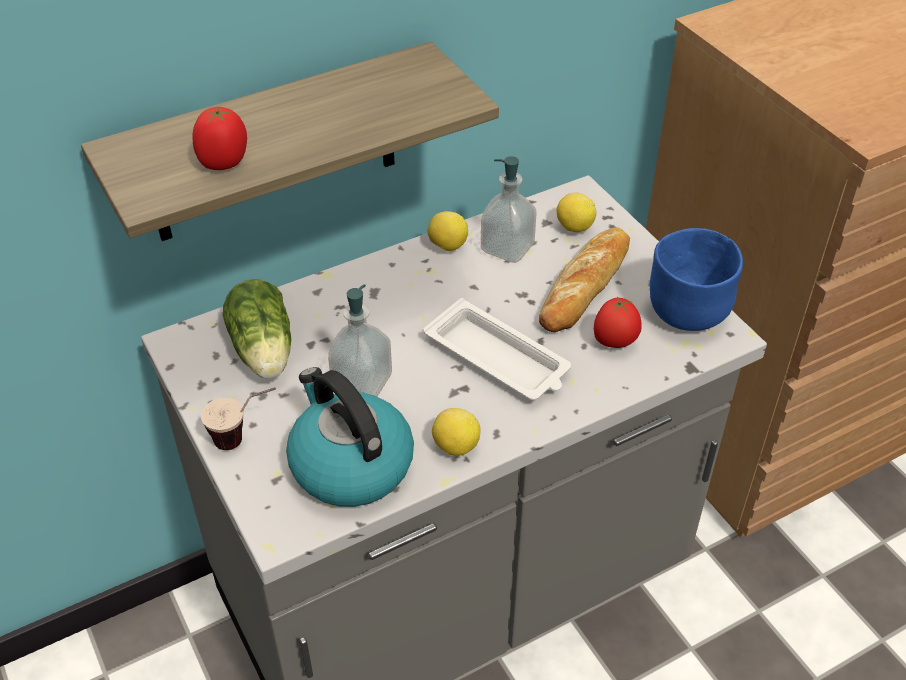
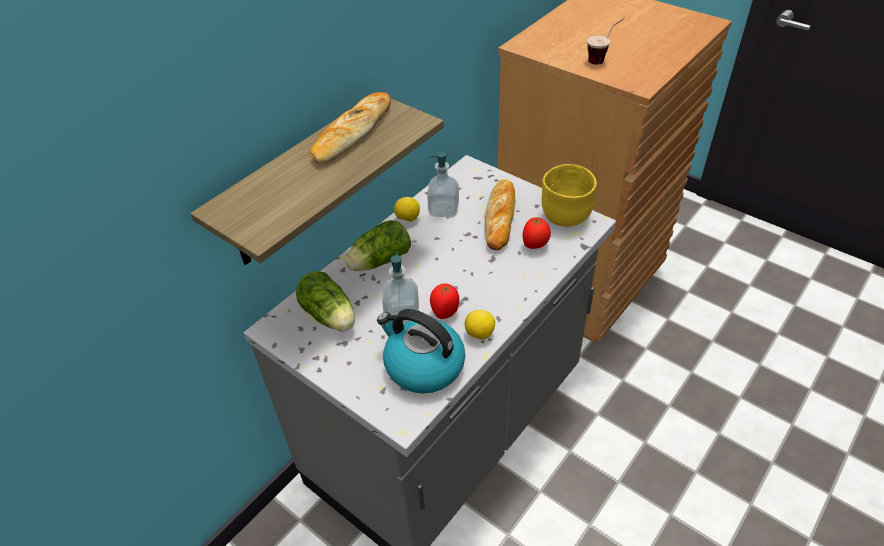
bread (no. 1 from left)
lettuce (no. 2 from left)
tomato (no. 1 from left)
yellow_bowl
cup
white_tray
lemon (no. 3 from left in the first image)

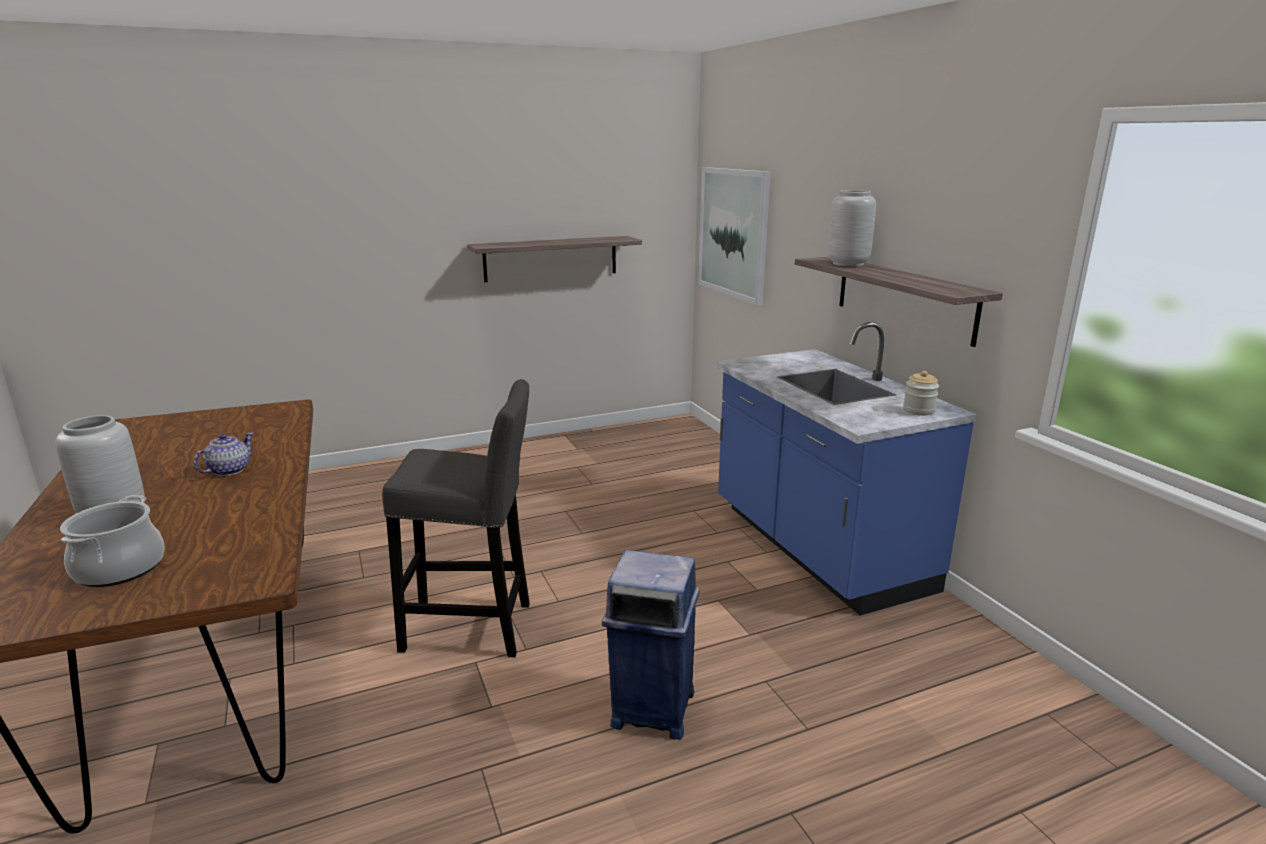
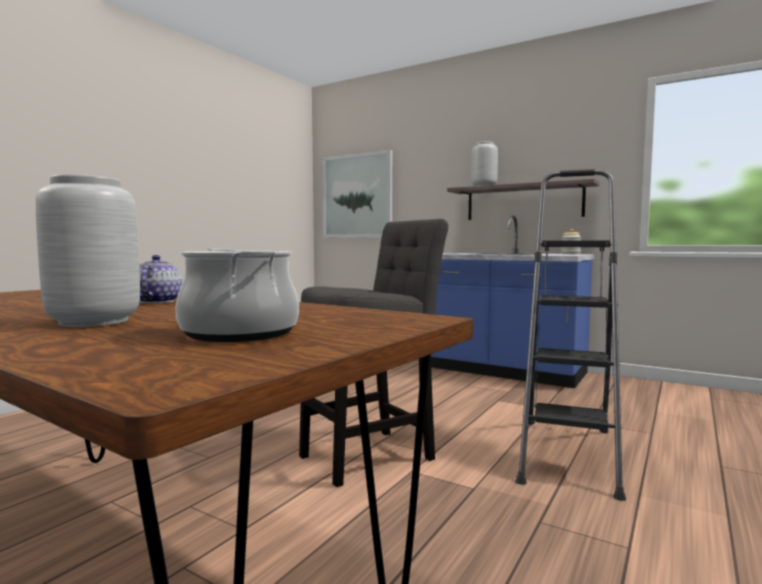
step_ladder
shelf (no. 1 from left in the first image)

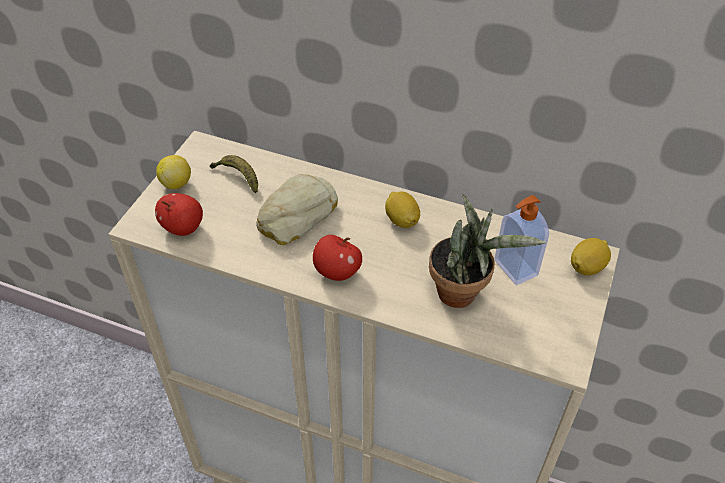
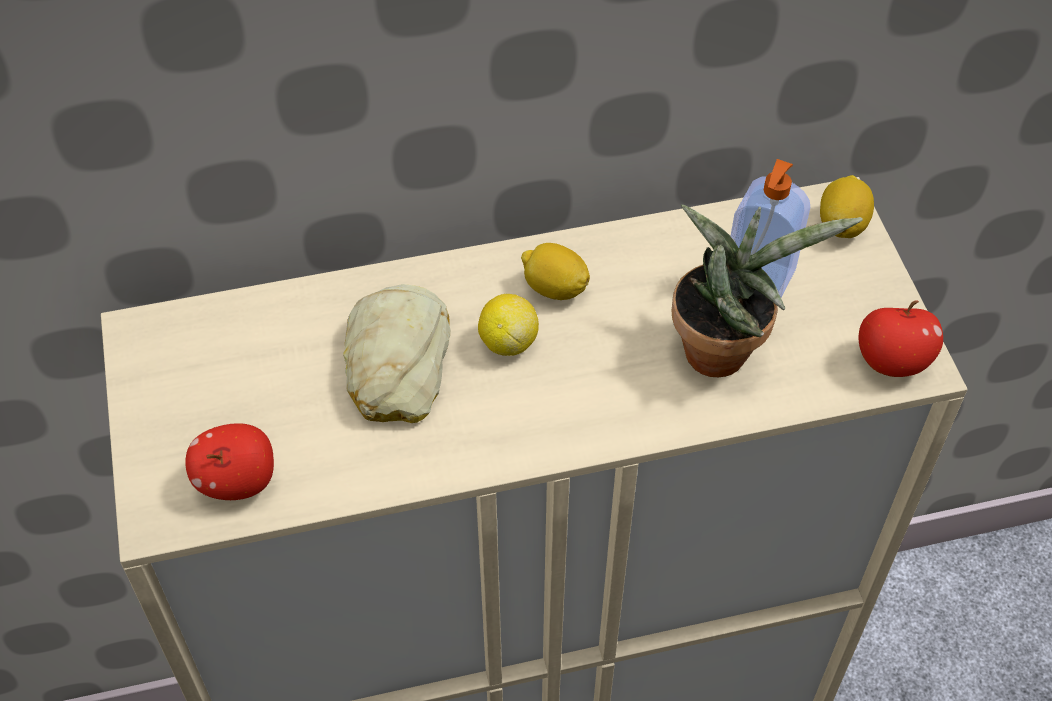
lemon (no. 1 from left)
apple (no. 2 from left)
banana

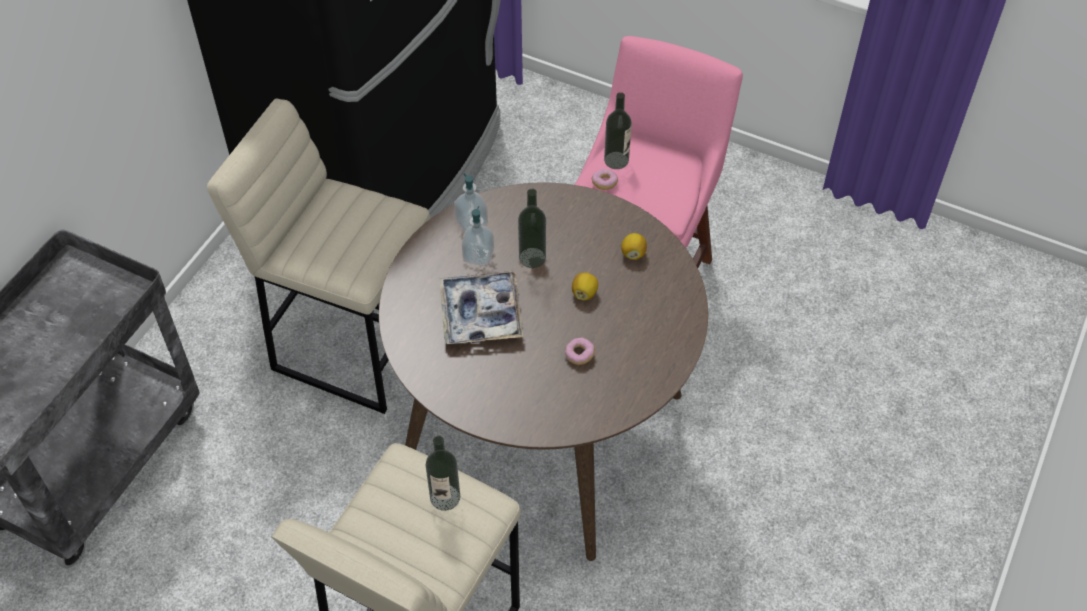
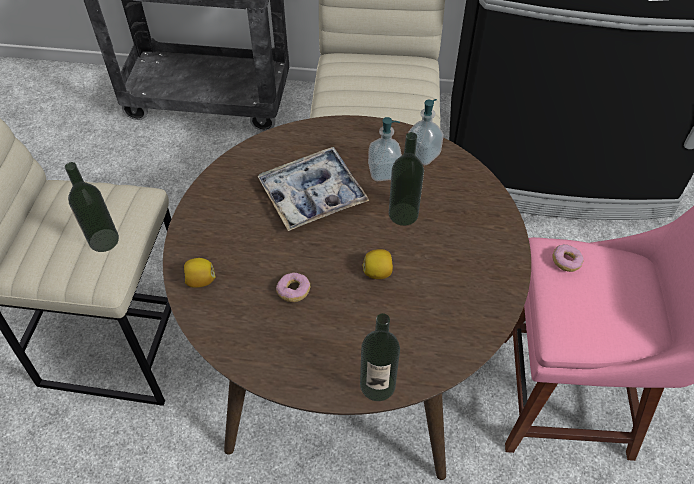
lemon (no. 1 from left)
bottle (no. 2 from left)

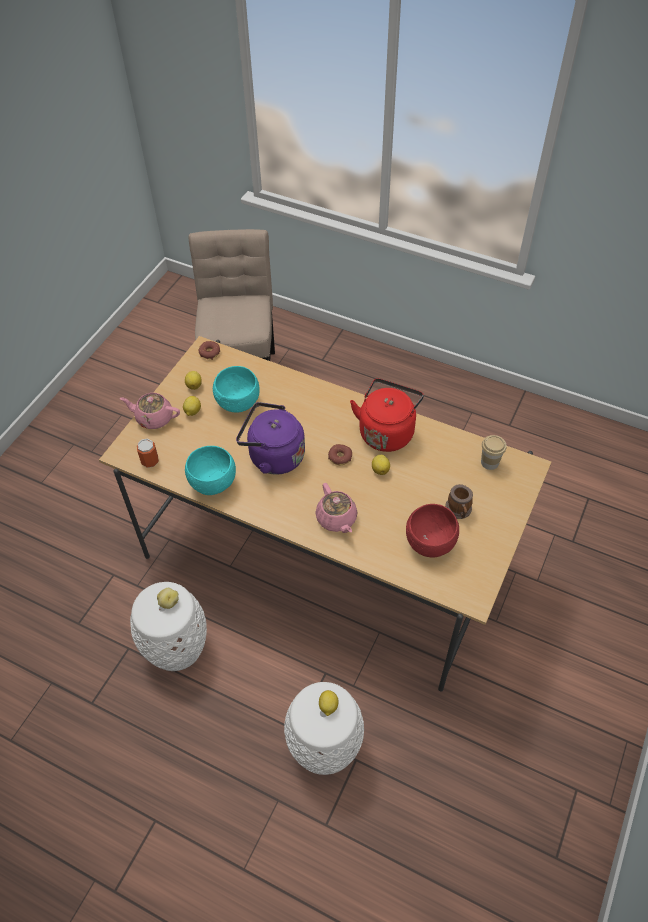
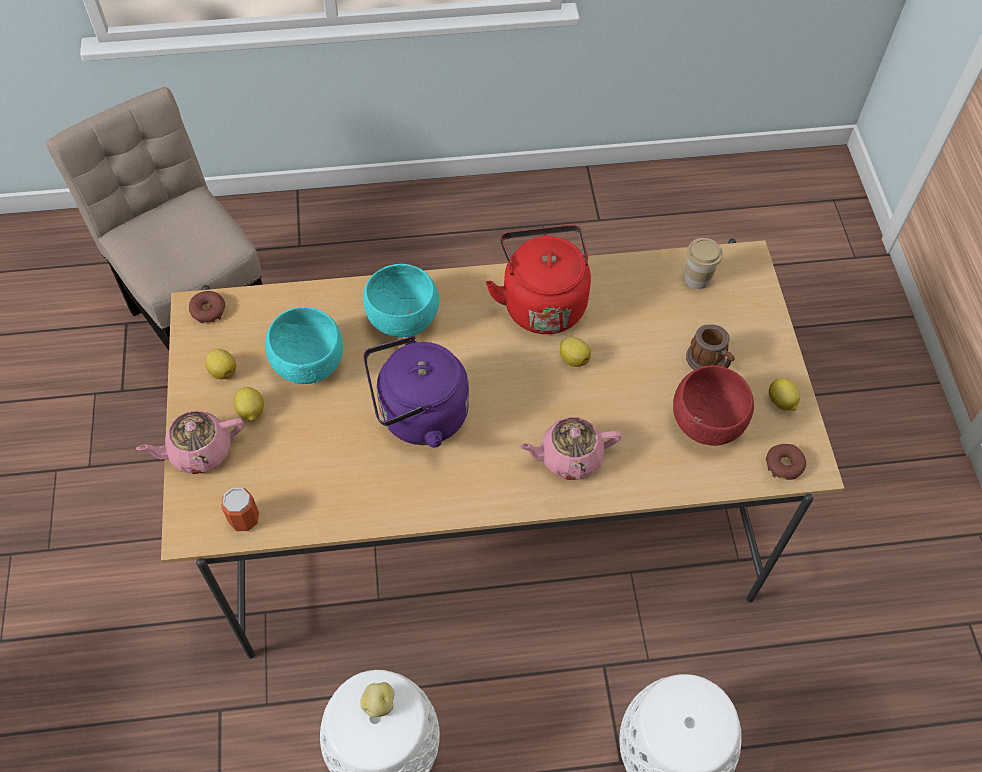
turquoise_bowl (no. 2 from left)
pink_teapot (no. 2 from left)
donut (no. 2 from left)
lemon (no. 4 from left)

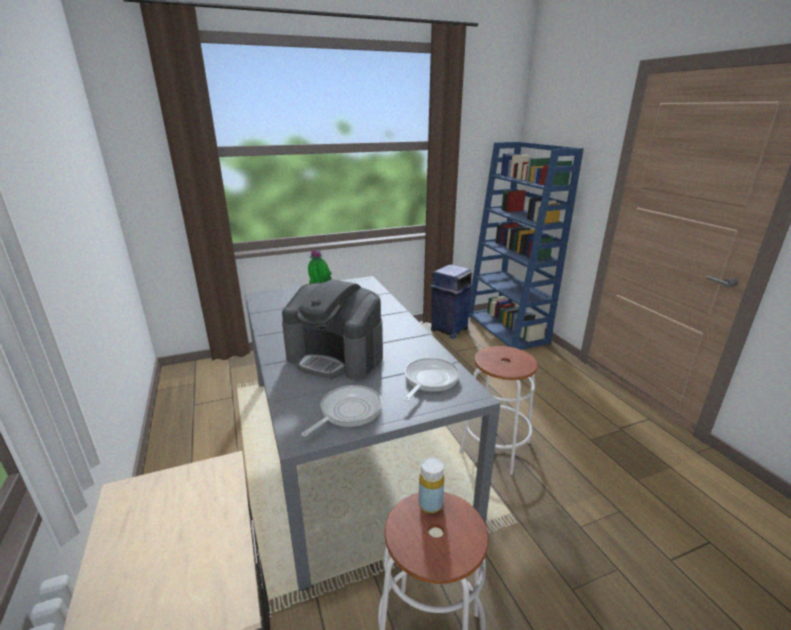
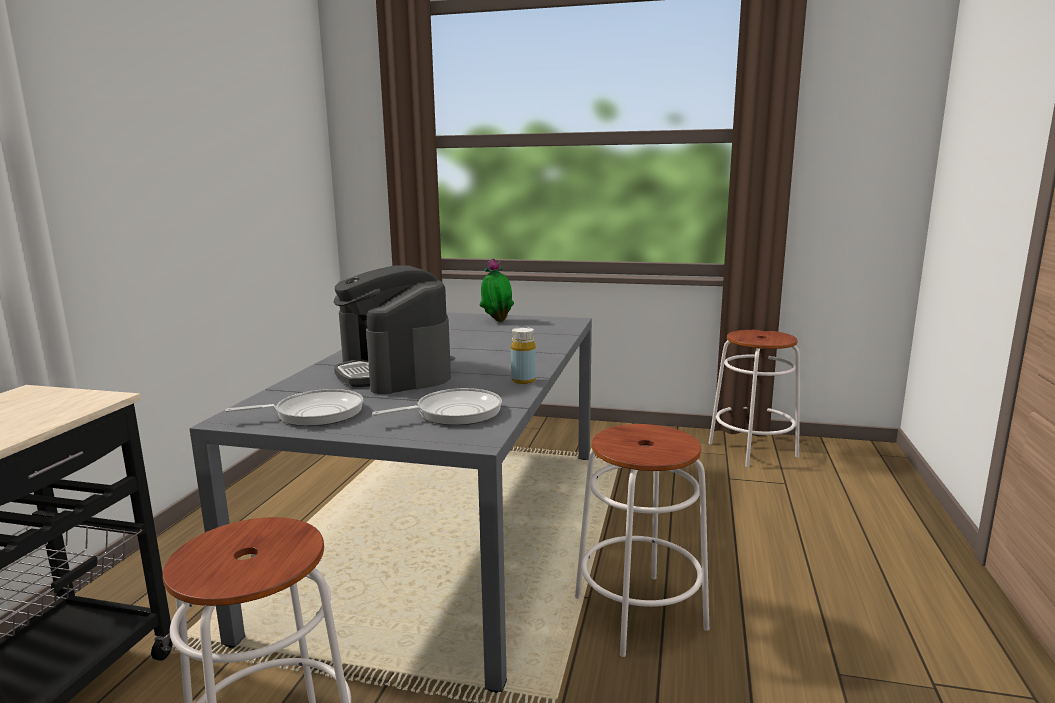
yellow_bottle
white_stool (no. 3 from left)
blue_bookcase

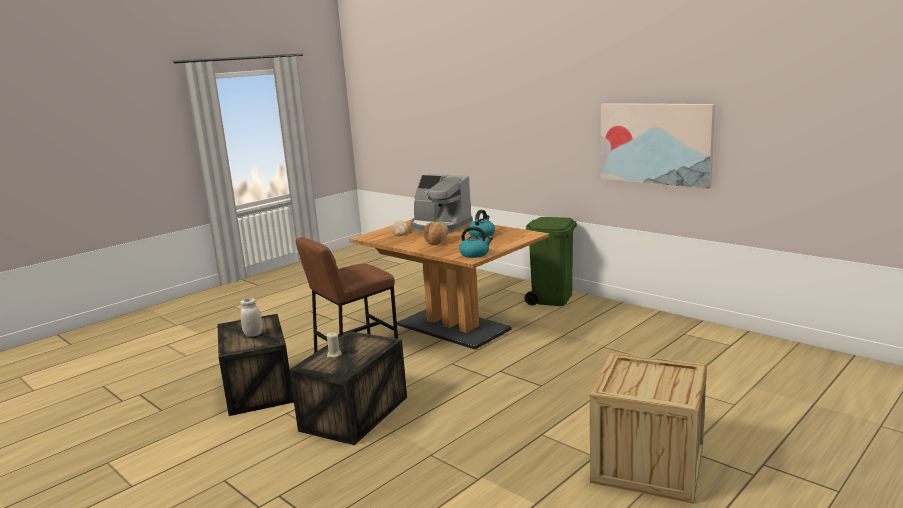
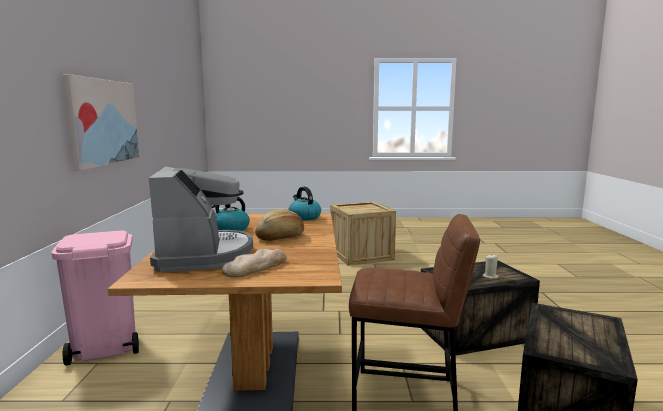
pink_trash_can
white_jar

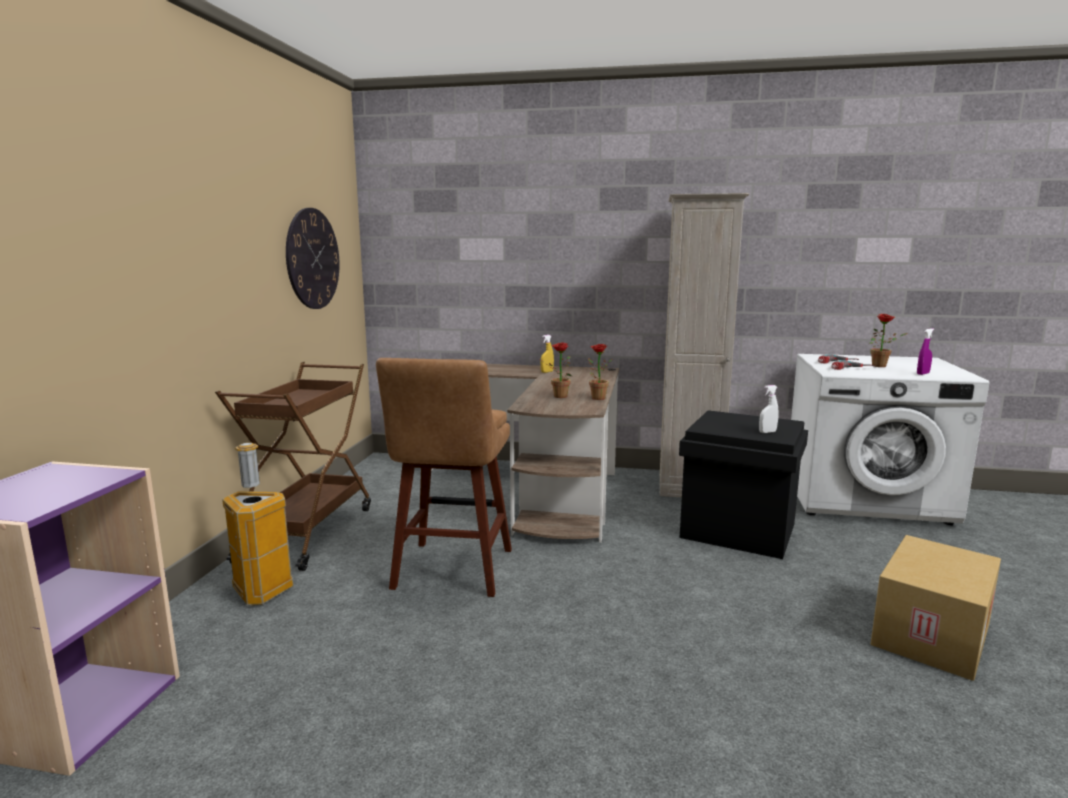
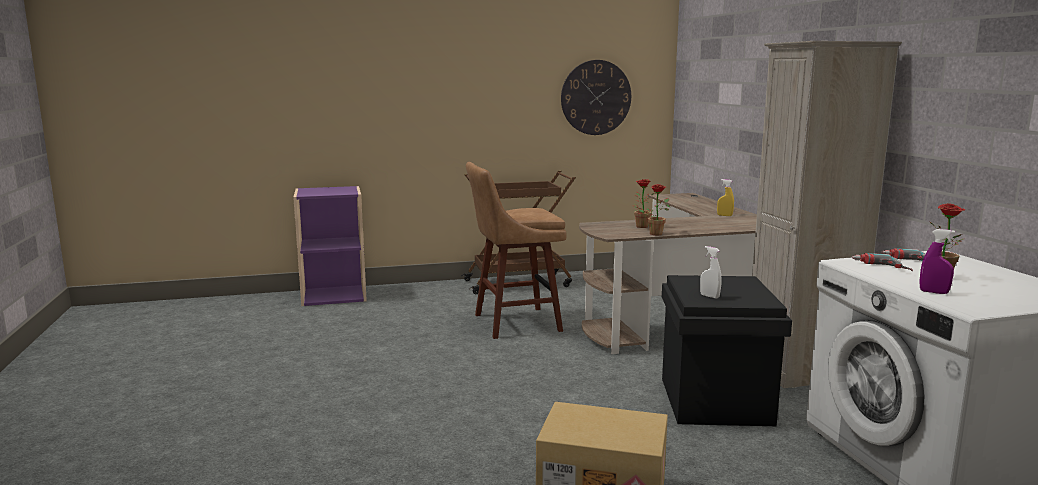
trash_can

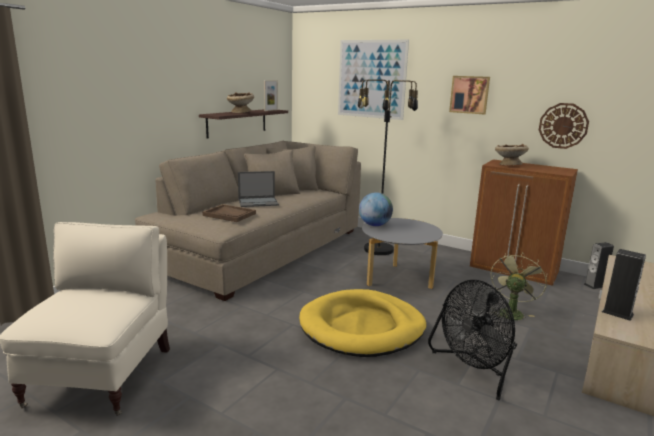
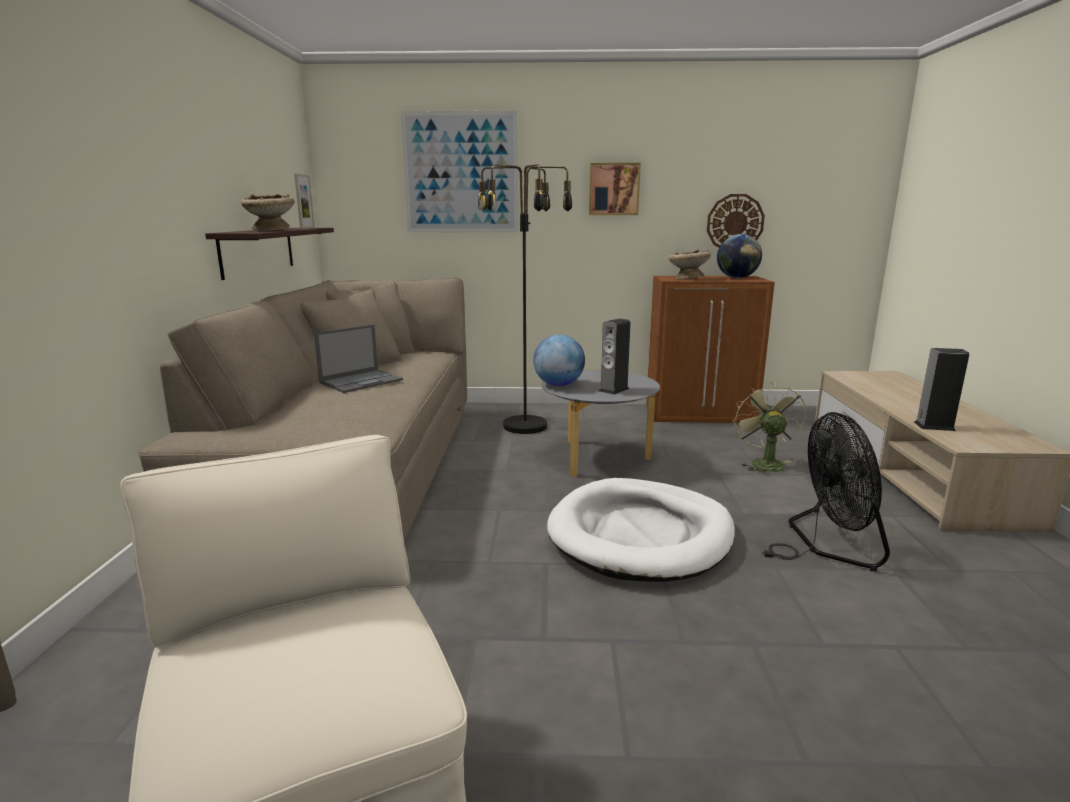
white_dog_bed
speaker (no. 1 from left)
globe (no. 2 from left)
black_fan
brown_tray

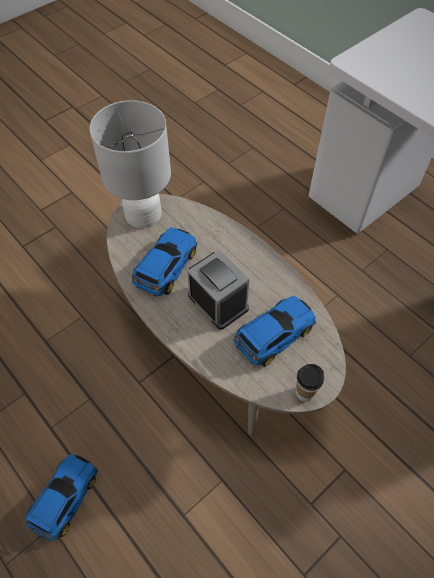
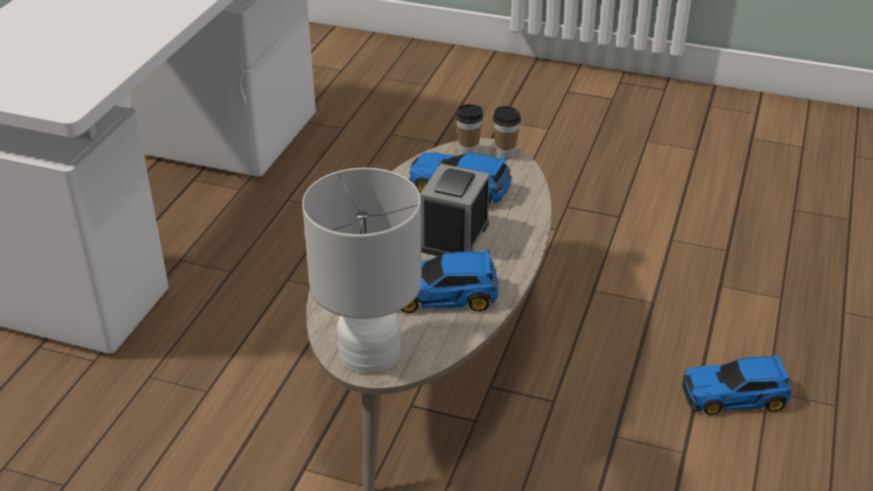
cup (no. 1 from left)

